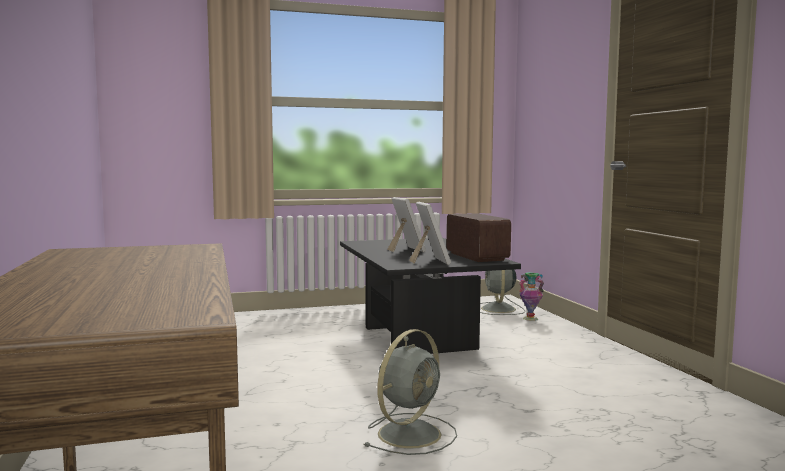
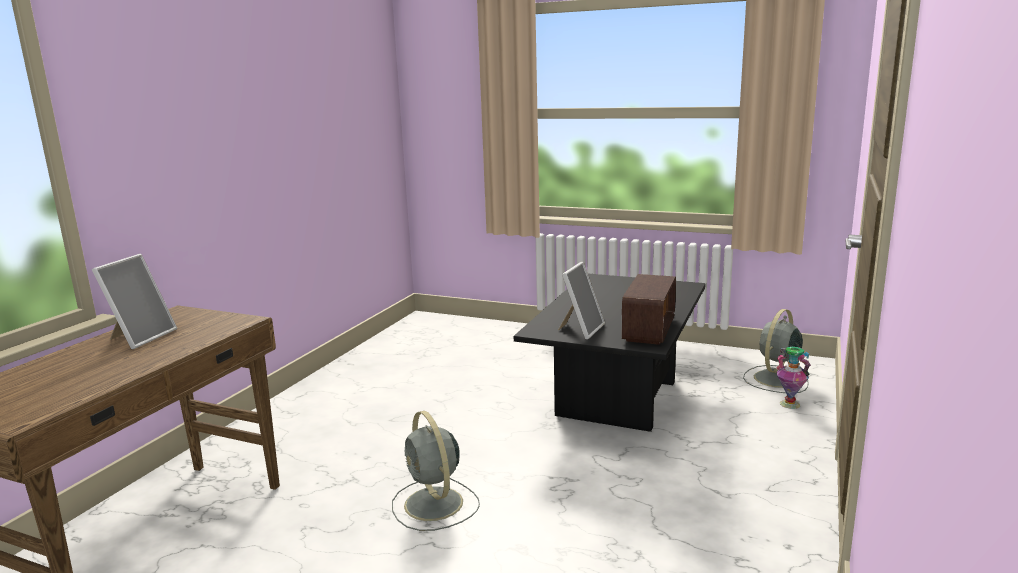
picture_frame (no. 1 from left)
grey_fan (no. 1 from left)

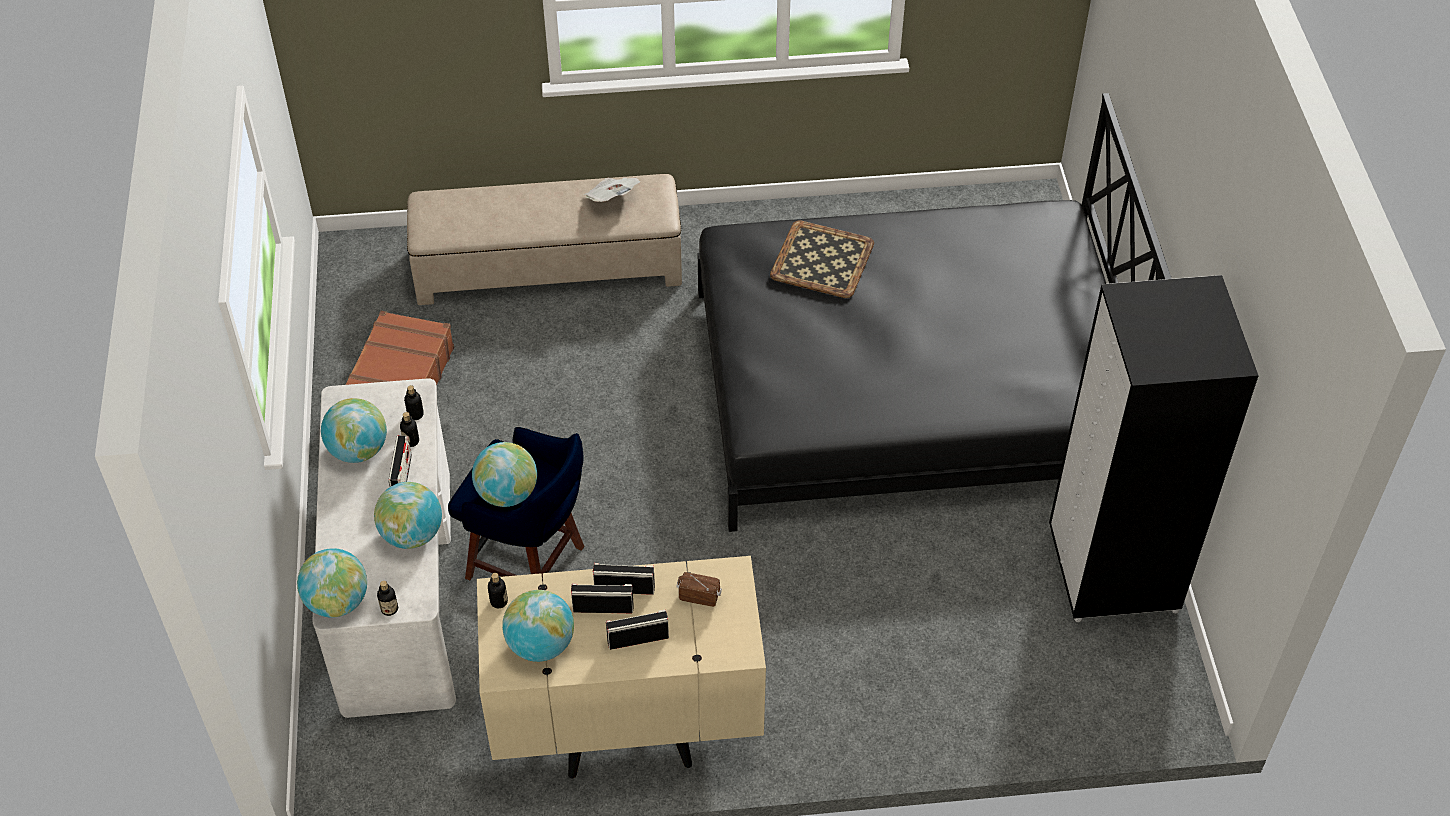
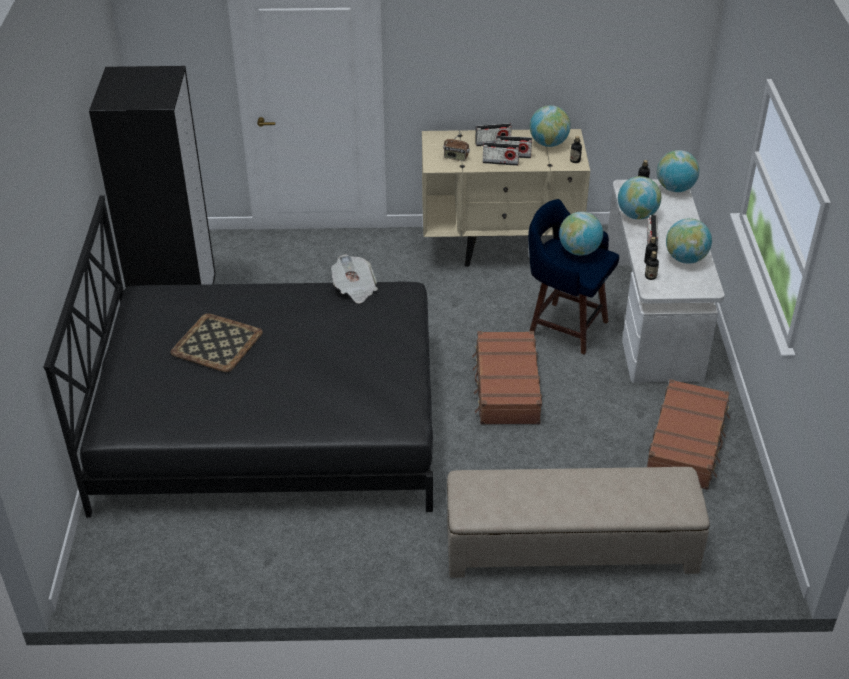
tray
newspaper
brown_suitcase (no. 1 from left)

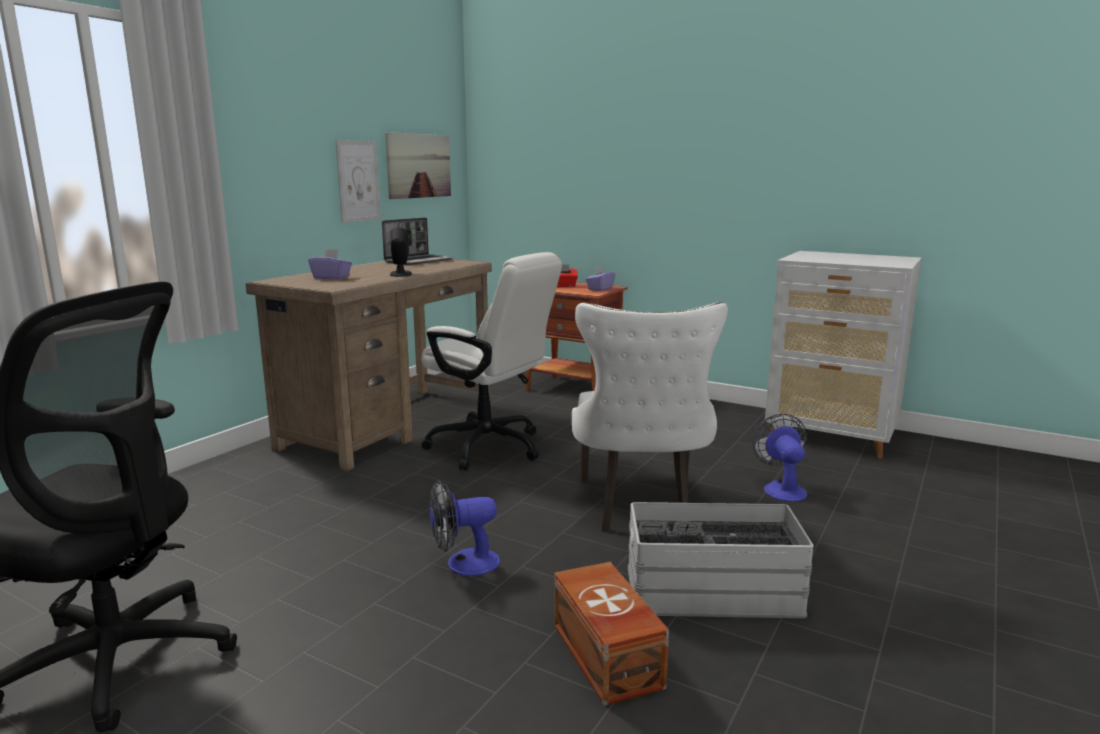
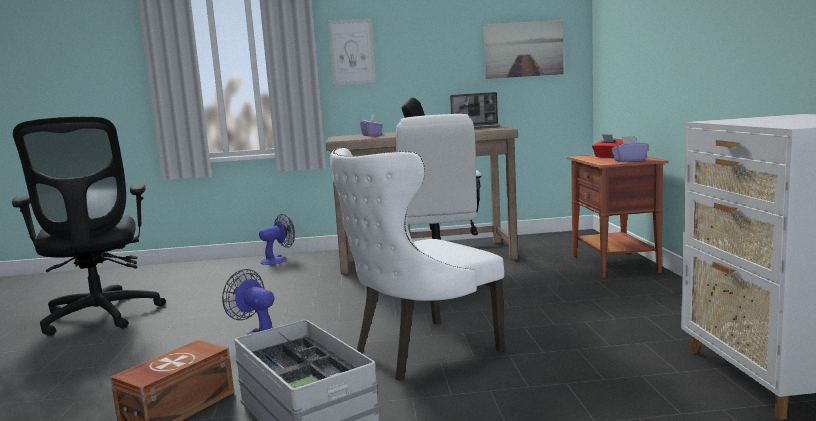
fan (no. 2 from left)
picture (no. 1 from left)

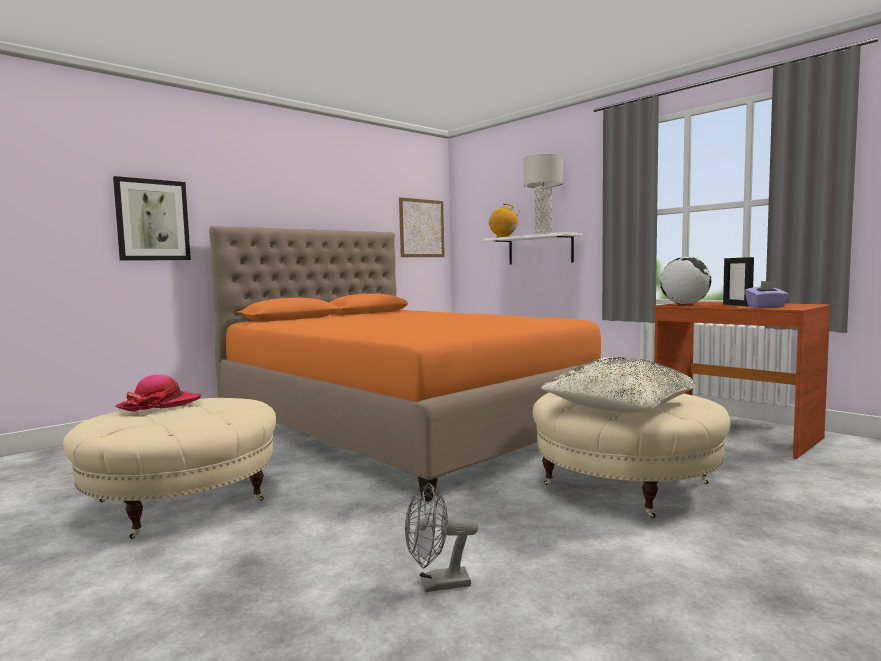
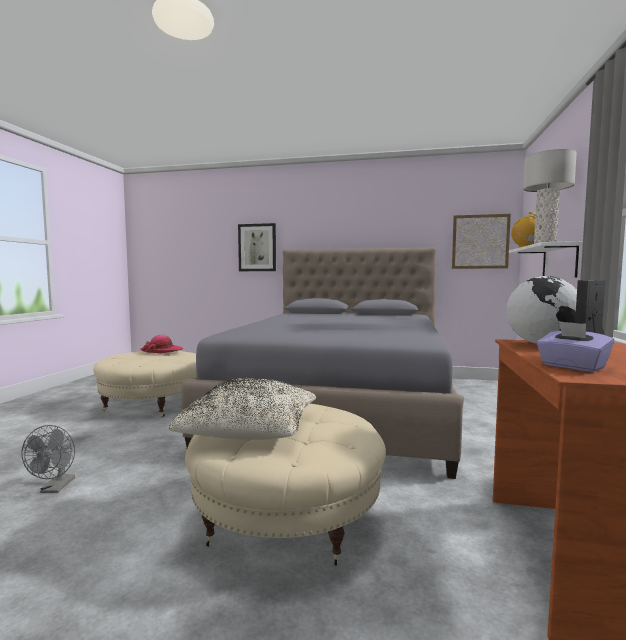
grey_fan
grey_bed

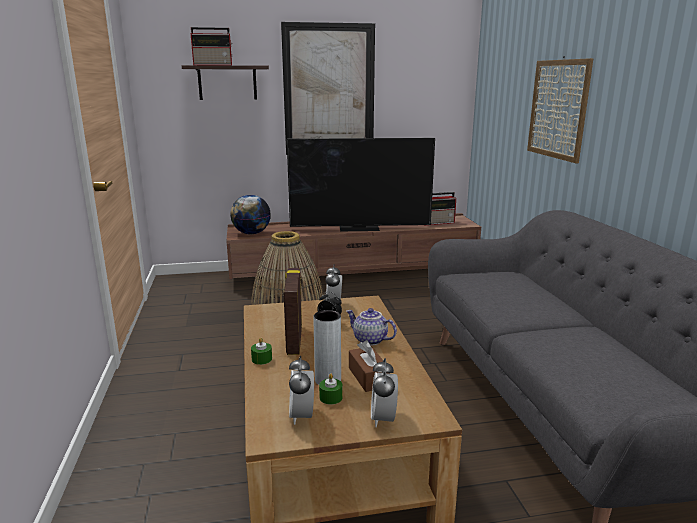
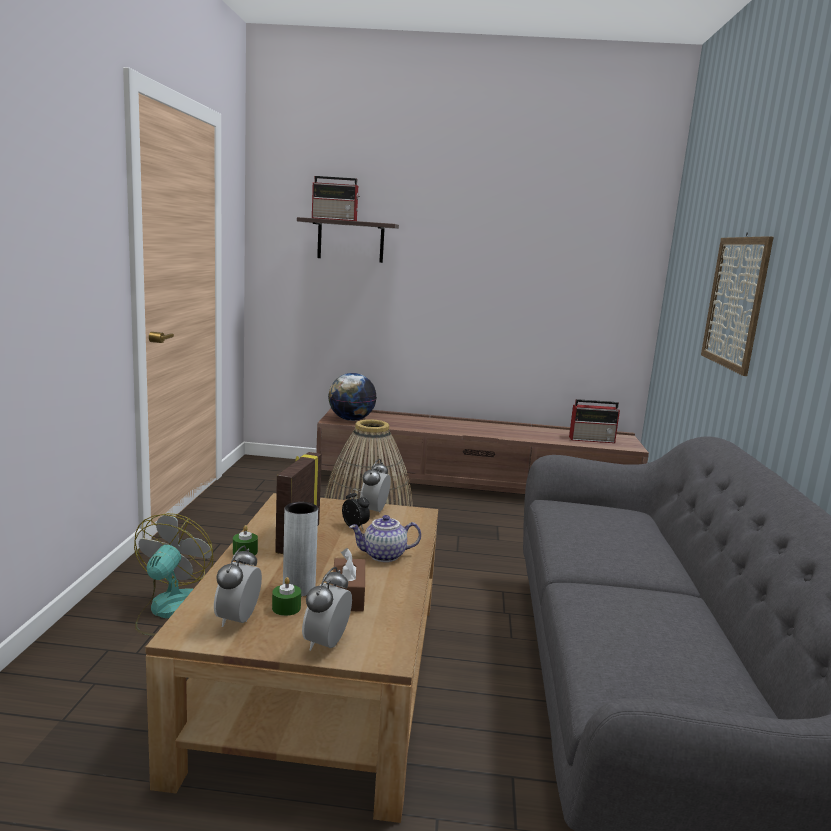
fan
teapot
picture (no. 1 from left in the first image)
television

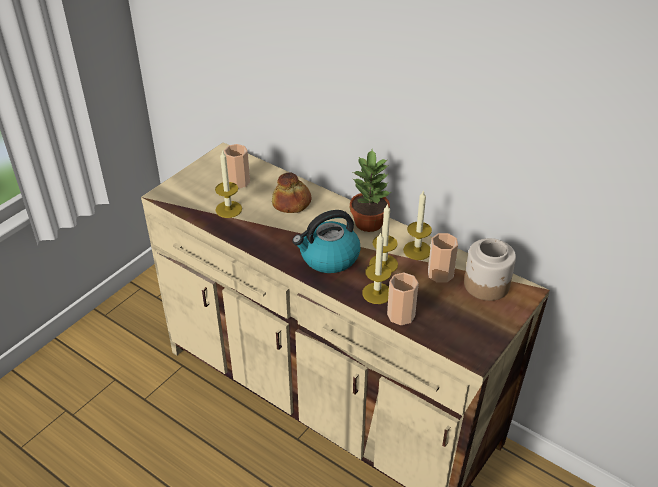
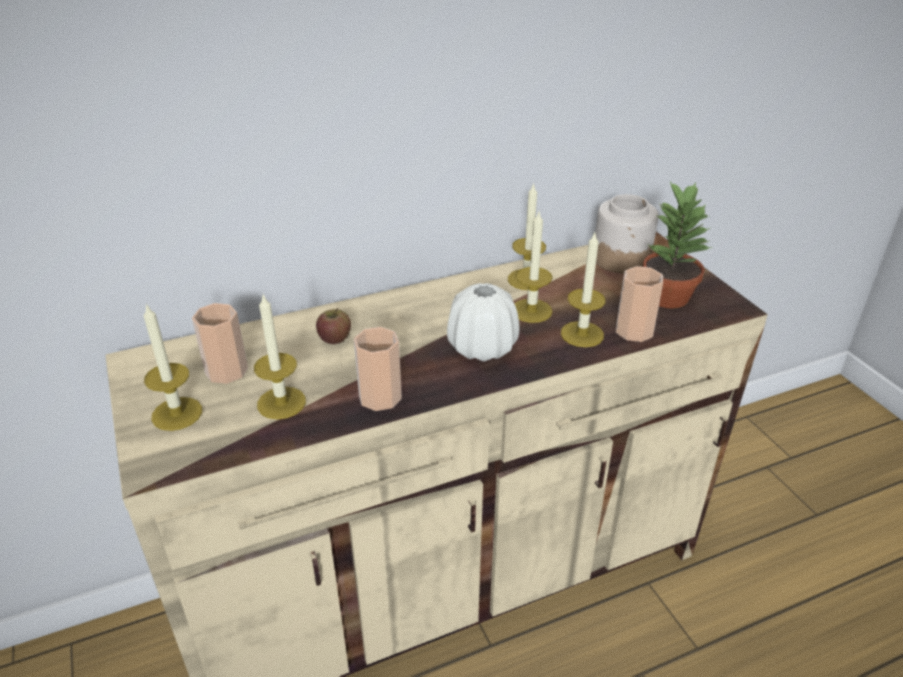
candle (no. 1 from left)
apple
cup (no. 2 from left)
white_vase
potted_plant

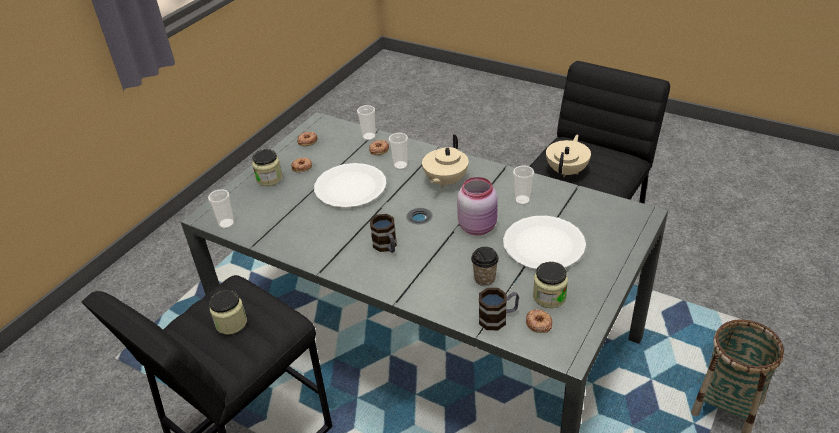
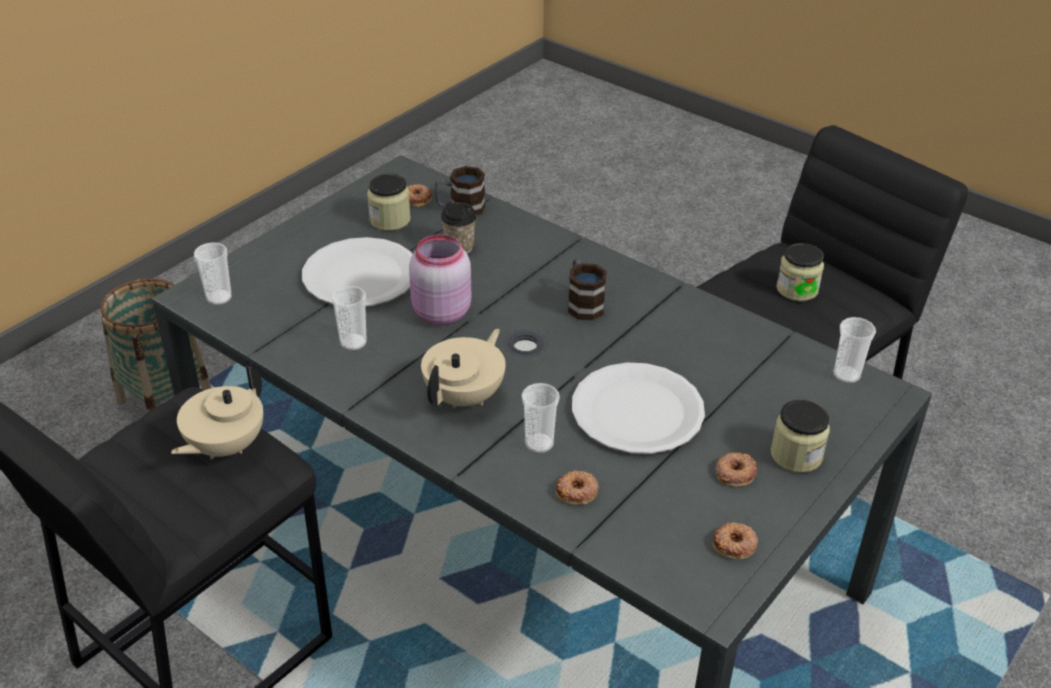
cup (no. 1 from left)

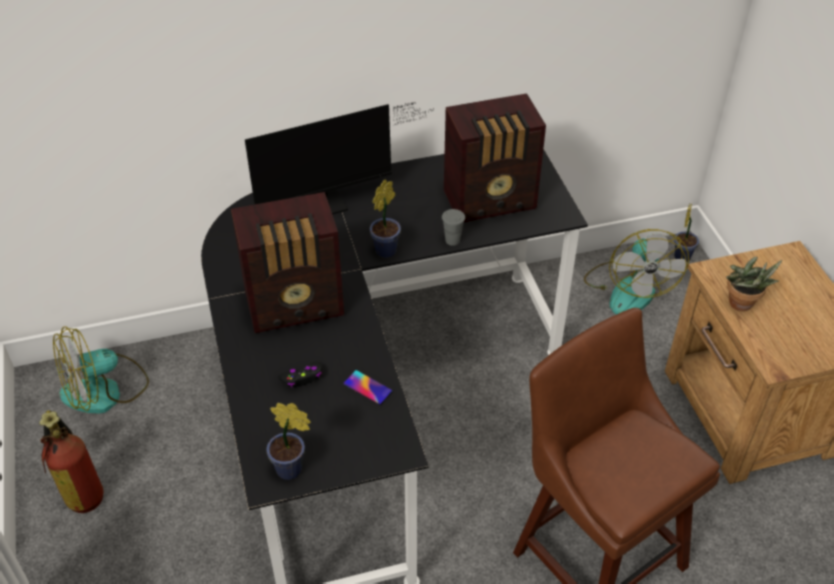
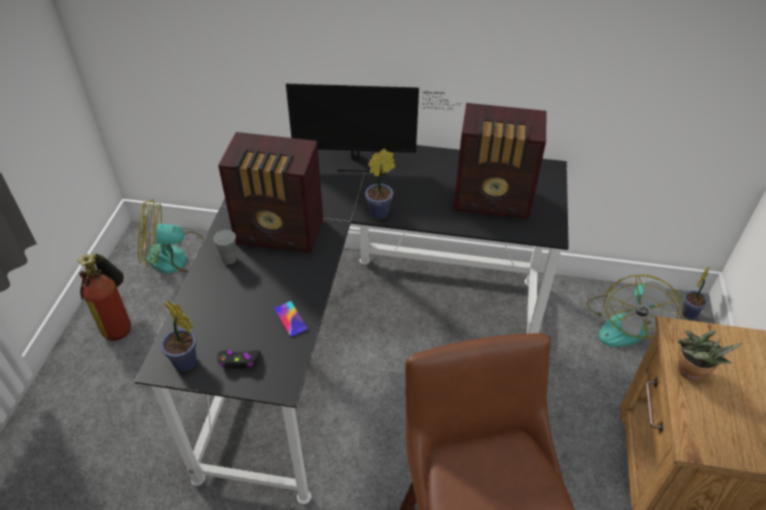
grey_cup
black_game_controller

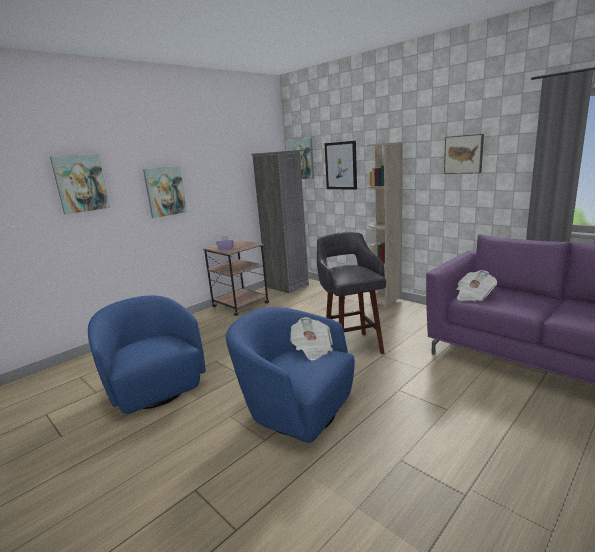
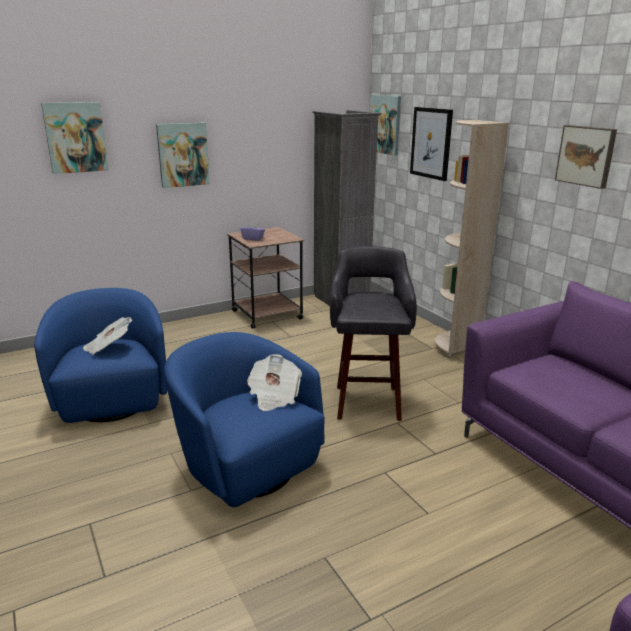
newspaper (no. 1 from left)

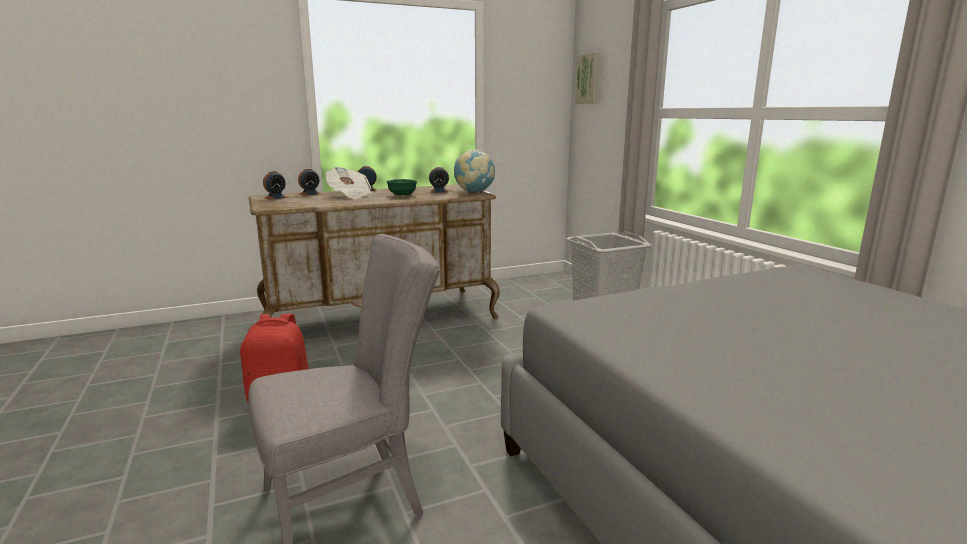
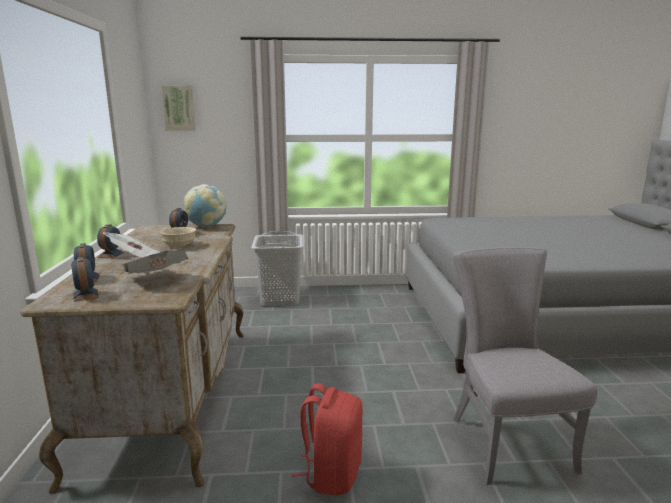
newspaper (no. 2 from left)
beige_bowl

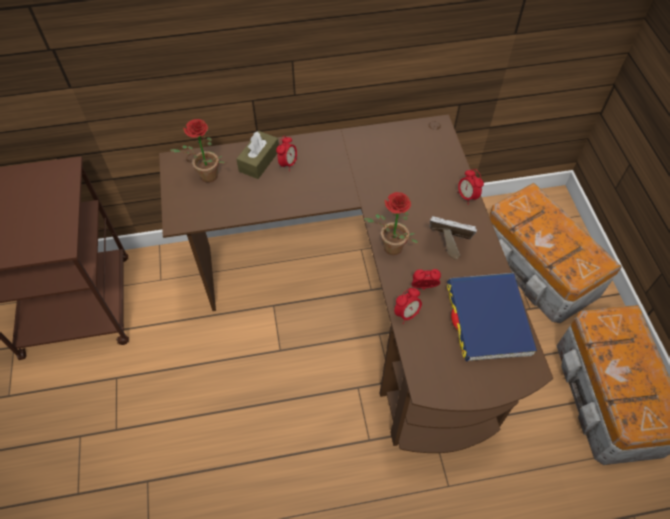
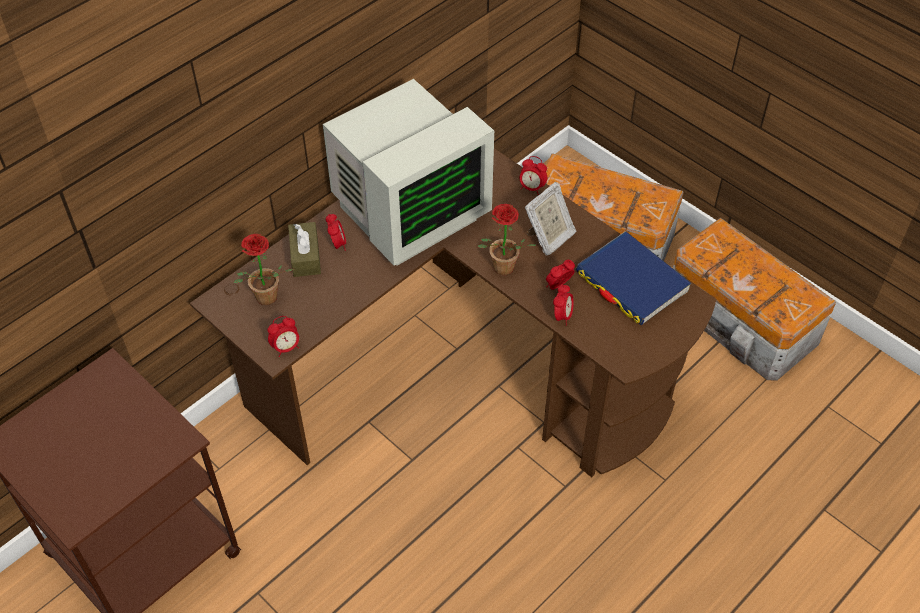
alarm_clock (no. 1 from left)
monitor
picture_frame

